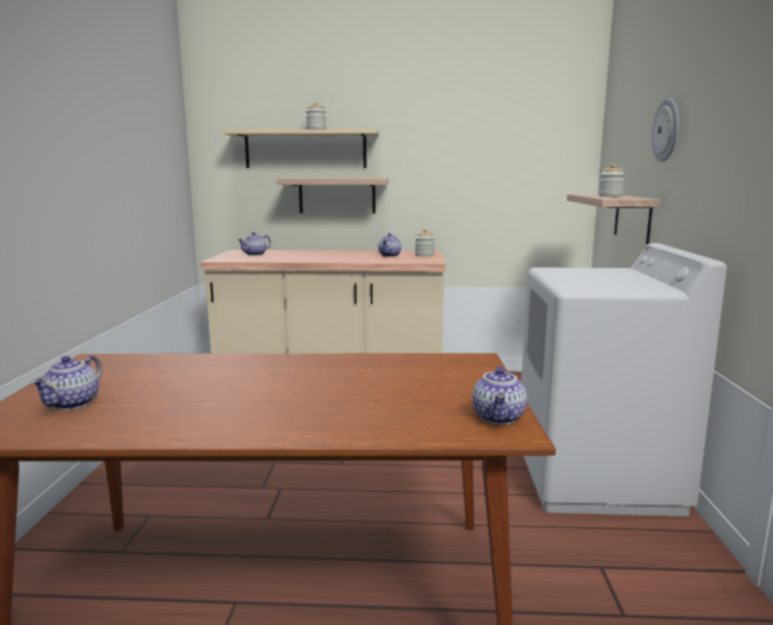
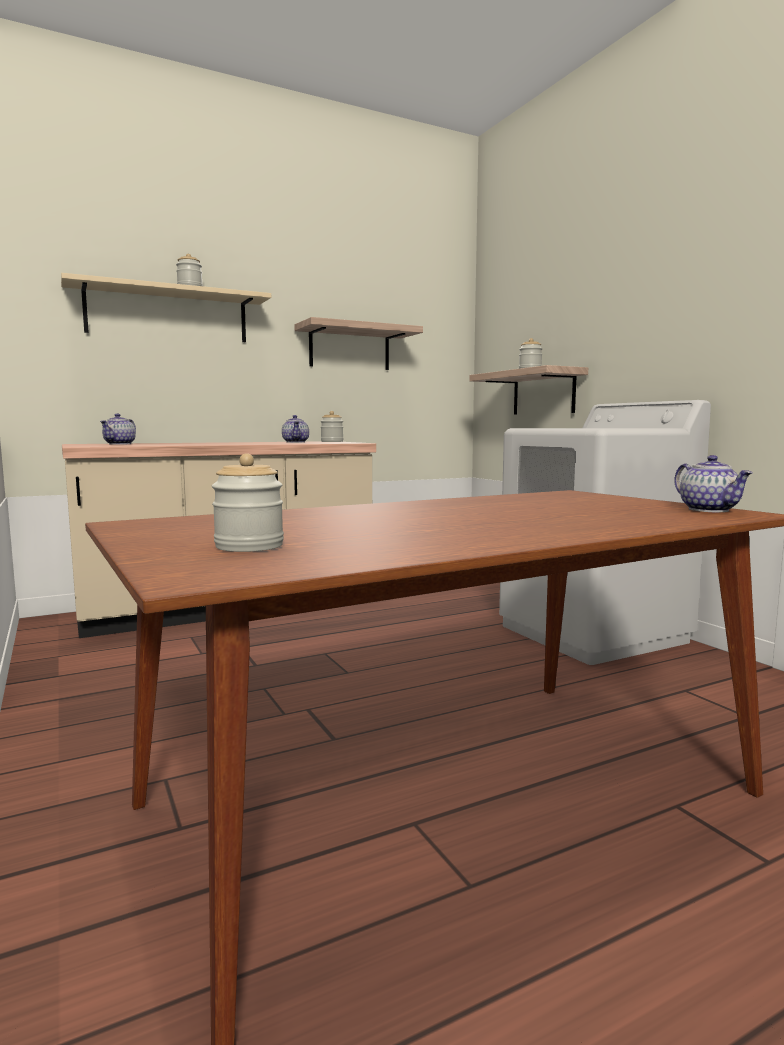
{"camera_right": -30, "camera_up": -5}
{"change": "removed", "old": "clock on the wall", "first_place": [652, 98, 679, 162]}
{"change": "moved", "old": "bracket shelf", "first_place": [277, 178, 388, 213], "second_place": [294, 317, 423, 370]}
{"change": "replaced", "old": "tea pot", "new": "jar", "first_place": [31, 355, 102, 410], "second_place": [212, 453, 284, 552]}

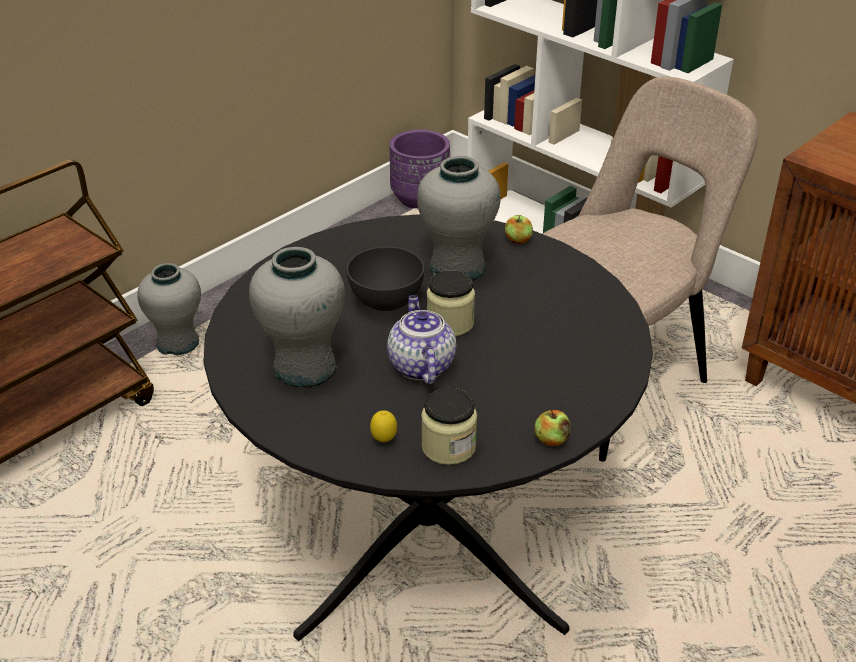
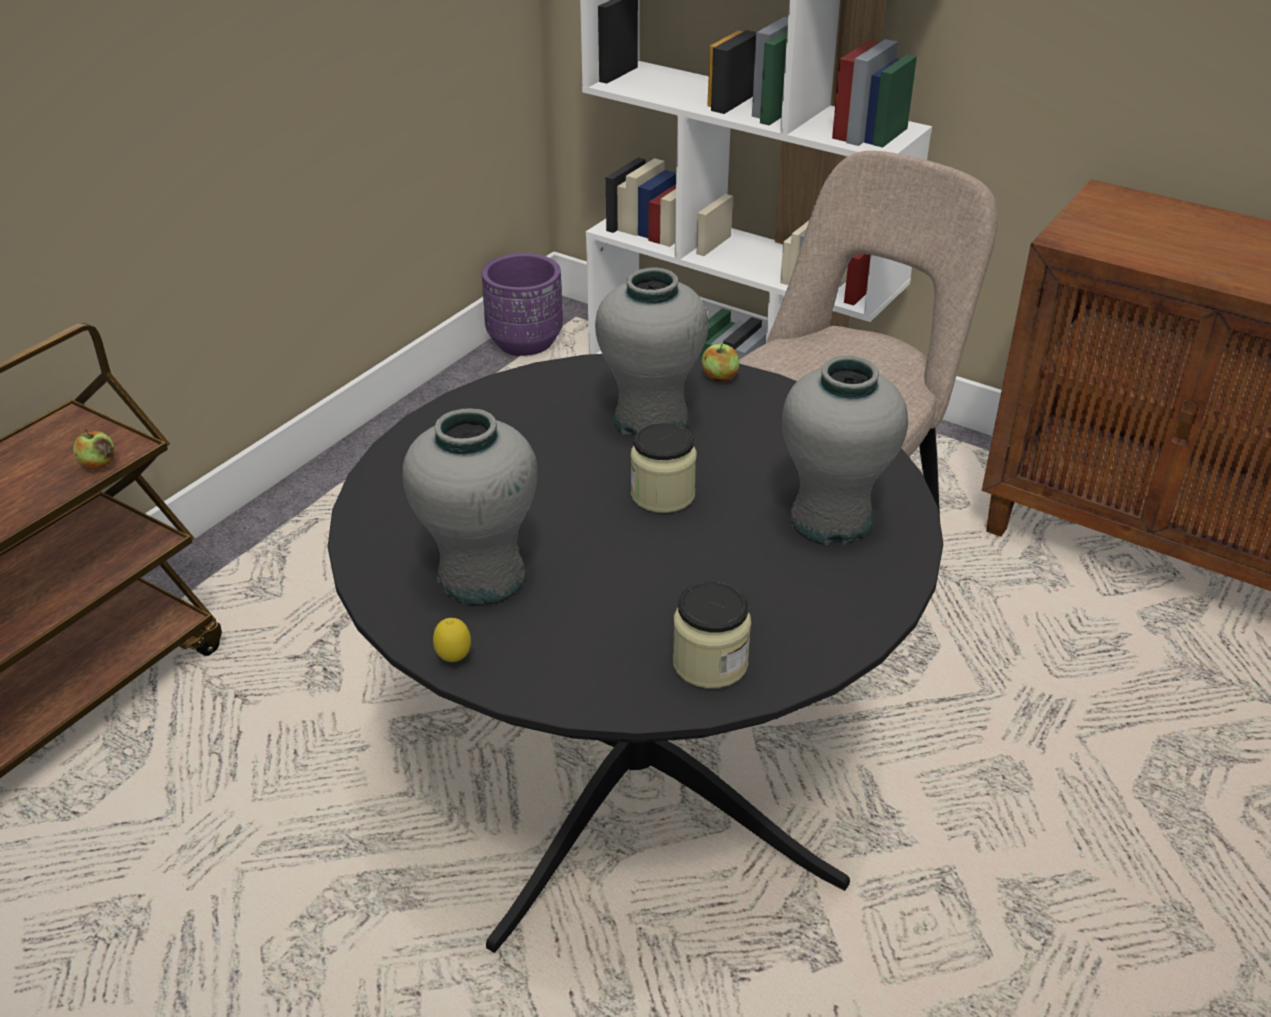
{"camera_right": -10, "camera_up": 0}
{"change": "removed", "old": "greyish deep dish", "first_place": [346, 246, 424, 311]}
{"change": "moved", "old": "greyish vase", "first_place": [137, 263, 201, 356], "second_place": [782, 356, 908, 545]}
{"change": "removed", "old": "tea pot", "first_place": [387, 295, 456, 384]}
{"change": "moved", "old": "apple fruit", "first_place": [535, 409, 571, 446], "second_place": [73, 429, 114, 470]}
{"change": "moved", "old": "whole lemon", "first_place": [370, 410, 397, 442], "second_place": [433, 618, 471, 662]}

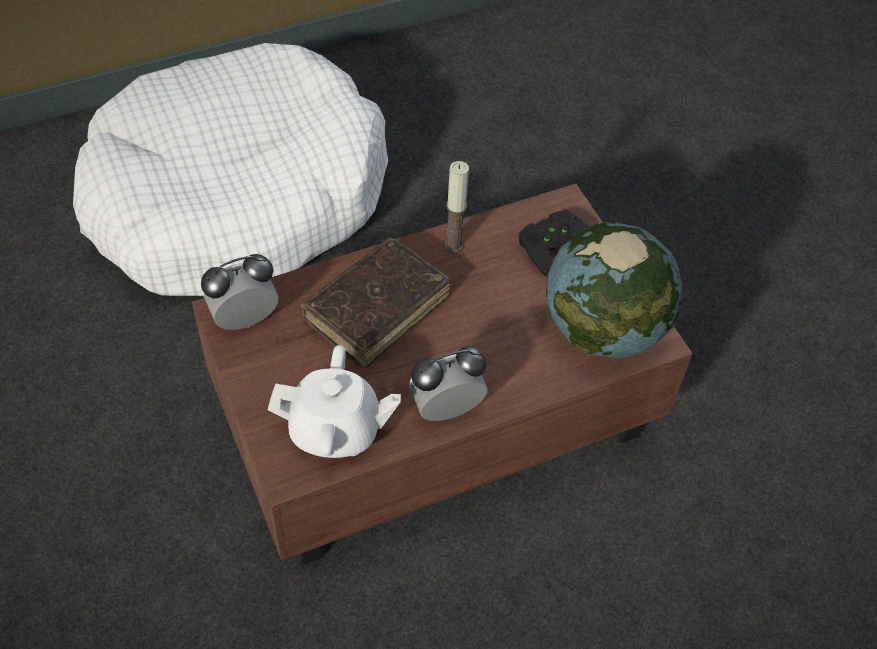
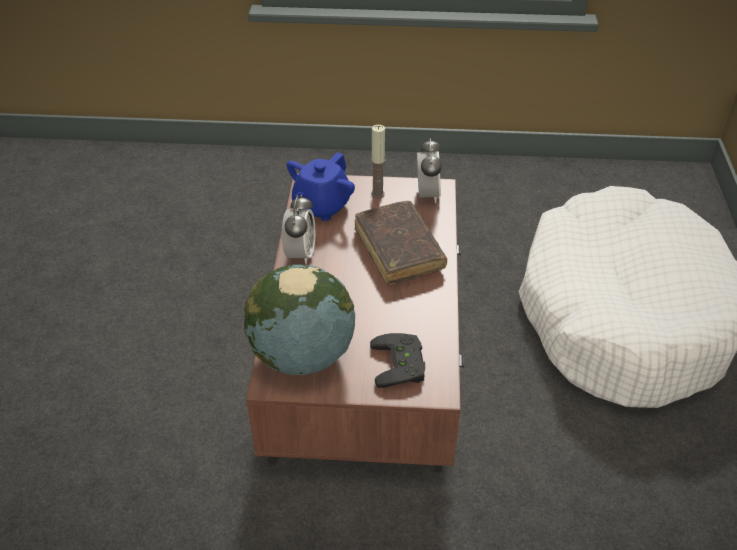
{"camera_right": 120, "camera_up": -10}
{"change": "moved", "old": "candle", "first_place": [444, 161, 469, 253], "second_place": [371, 125, 385, 198]}
{"change": "recoloured", "old": "white-coloured tea pot", "new": "bluish tea pot", "first_place": [268, 345, 401, 458], "second_place": [287, 152, 355, 221]}

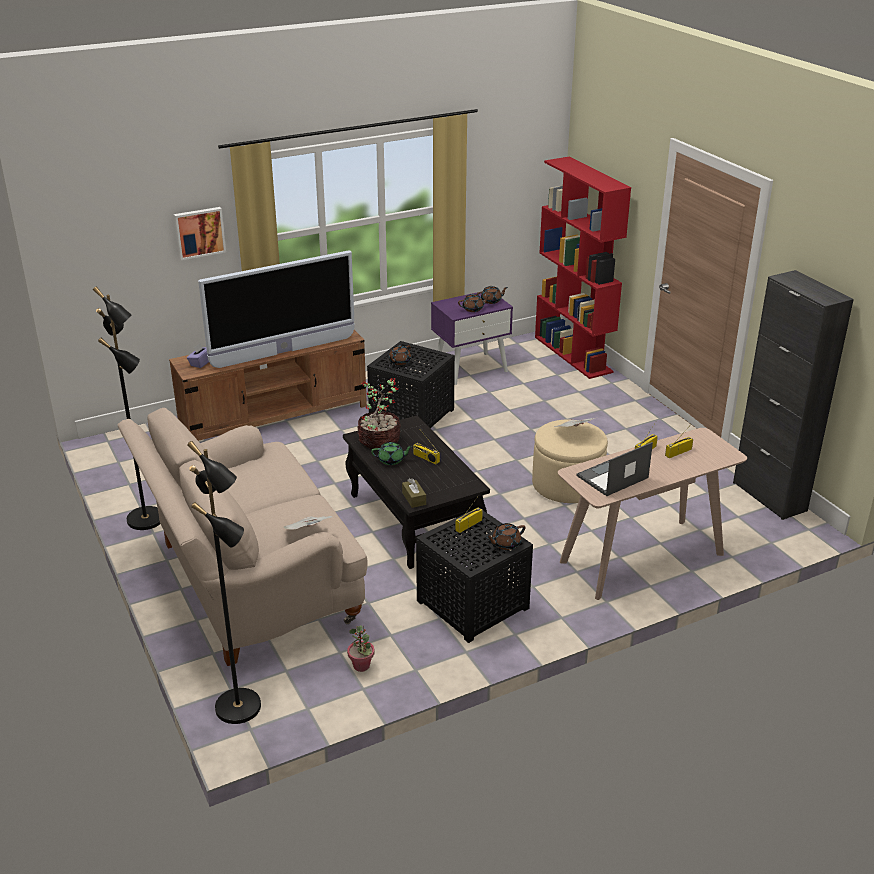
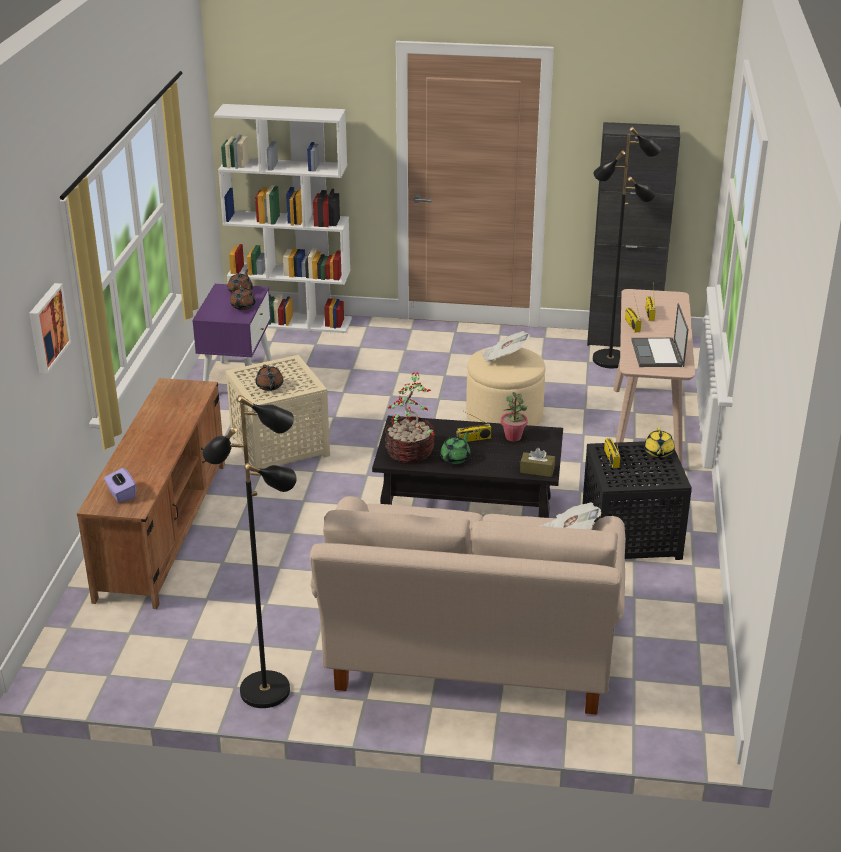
{"camera_right": -55, "camera_up": 0}
{"change": "recoloured", "old": "red-coloured bookcase", "new": "white-coloured bookcase", "first_place": [535, 157, 631, 379], "second_place": [214, 104, 352, 333]}
{"change": "removed", "old": "TV", "first_place": [198, 250, 355, 368]}
{"change": "recoloured", "old": "black end table", "new": "beige-coloured end table", "first_place": [367, 341, 455, 428], "second_place": [226, 355, 330, 469]}
{"change": "moved", "old": "black standing lamp", "first_place": [187, 441, 261, 724], "second_place": [593, 127, 661, 368]}
{"change": "recoloured", "old": "brown-coloured tea pot", "new": "yellowish tea pot", "first_place": [486, 523, 526, 550], "second_place": [644, 427, 675, 457]}
{"change": "moved", "old": "potted plant", "first_place": [347, 625, 375, 672], "second_place": [501, 392, 528, 441]}

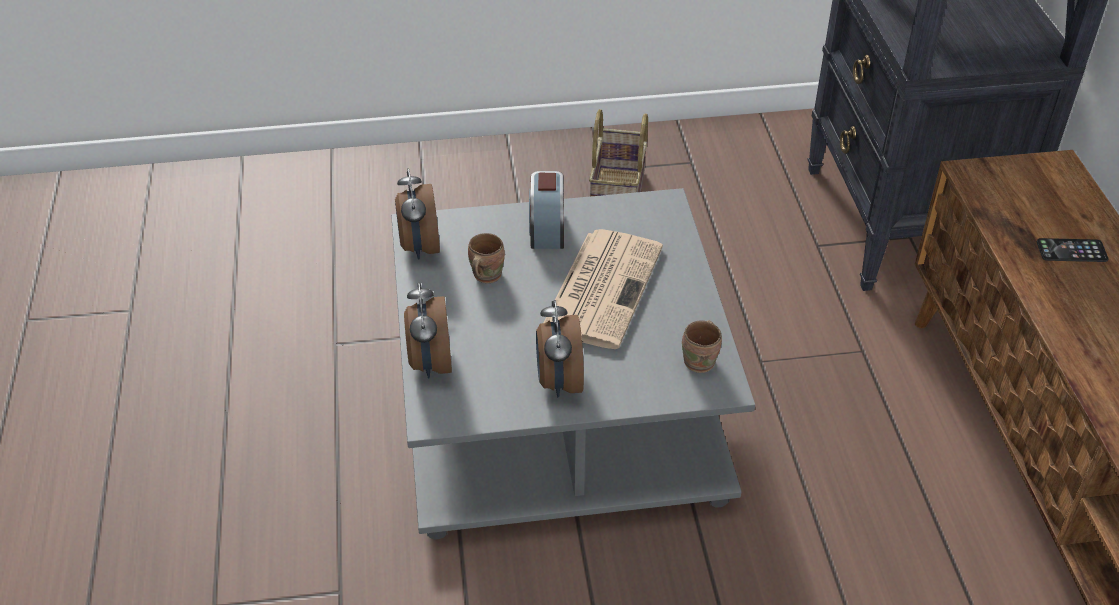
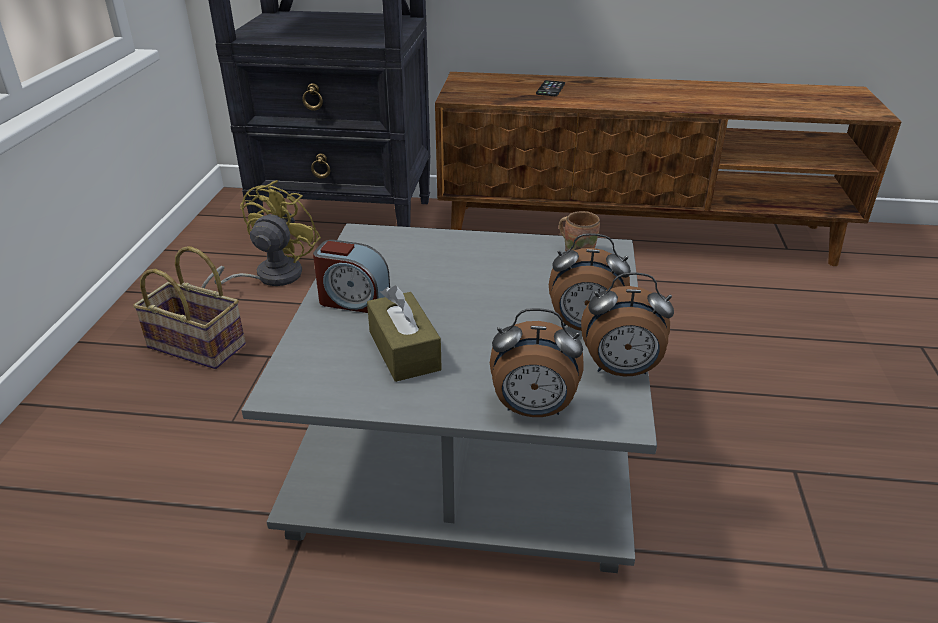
{"camera_right": -75, "camera_up": -10}
{"change": "moved", "old": "alarm clock", "first_place": [395, 168, 440, 260], "second_place": [581, 272, 674, 376]}
{"change": "removed", "old": "newspaper", "first_place": [543, 229, 663, 349]}
{"change": "replaced", "old": "brown-coloured mug", "new": "brown-coloured tissue holder", "first_place": [468, 233, 505, 283], "second_place": [367, 286, 442, 382]}
{"change": "added", "new": "yellowish electric fan", "second_place": [201, 180, 321, 288]}

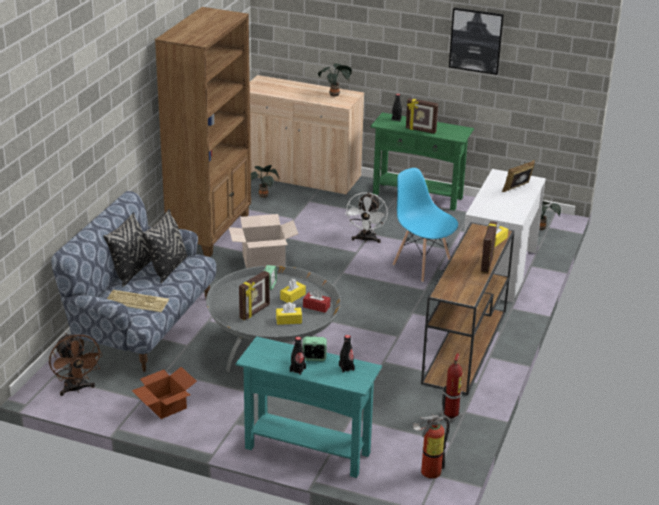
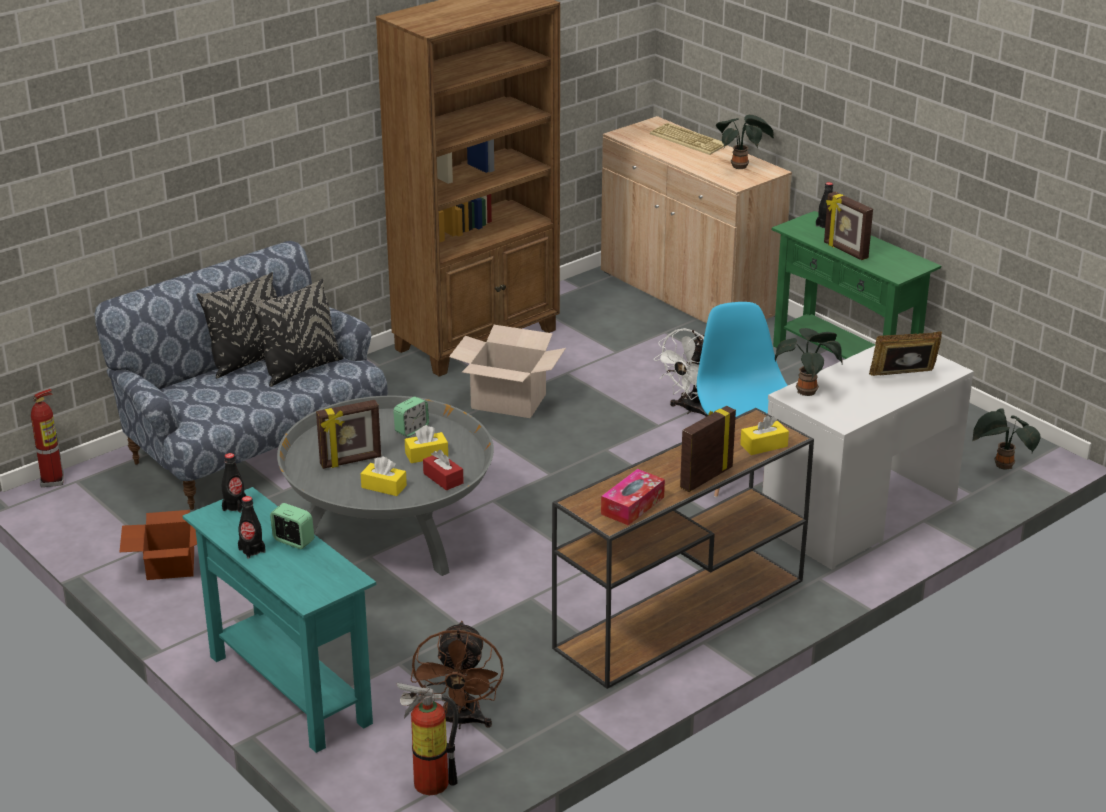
{"camera_right": 30, "camera_up": 0}
{"change": "removed", "old": "picture", "first_place": [449, 8, 504, 75]}
{"change": "moved", "old": "potted plant", "first_place": [251, 165, 279, 198], "second_place": [775, 328, 843, 396]}
{"change": "moved", "old": "computer keyboard", "first_place": [107, 290, 169, 312], "second_place": [650, 123, 727, 155]}
{"change": "moved", "old": "brown-coloured electric fan", "first_place": [49, 333, 103, 396], "second_place": [411, 621, 504, 729]}
{"change": "moved", "old": "black bottle", "first_place": [339, 335, 355, 373], "second_place": [222, 453, 246, 513]}
{"change": "moved", "old": "fire extinguisher", "first_place": [441, 353, 463, 422], "second_place": [31, 389, 64, 487]}
{"change": "added", "new": "tissue holder", "second_place": [601, 469, 665, 526]}

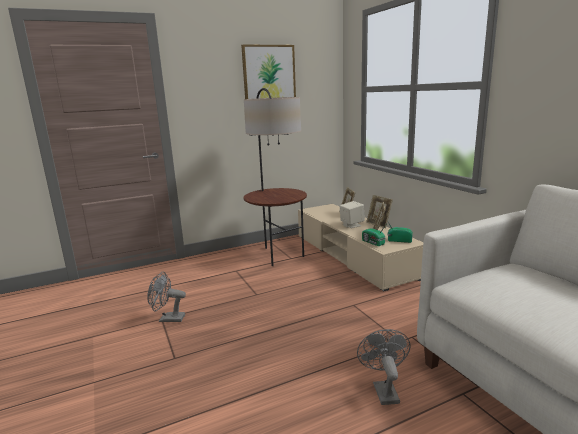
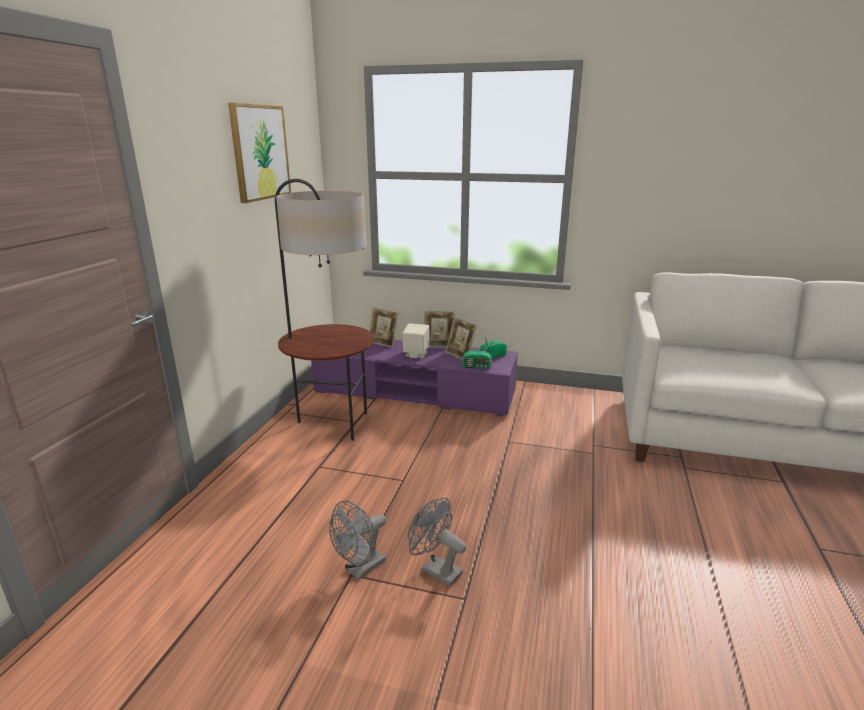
{"camera_right": -50, "camera_up": 5}
{"change": "recoloured", "old": "beige-coloured tv stand", "new": "purple tv stand", "first_place": [298, 204, 423, 291], "second_place": [311, 340, 518, 417]}
{"change": "moved", "old": "greyish electric fan", "first_place": [357, 329, 410, 405], "second_place": [408, 497, 466, 586]}

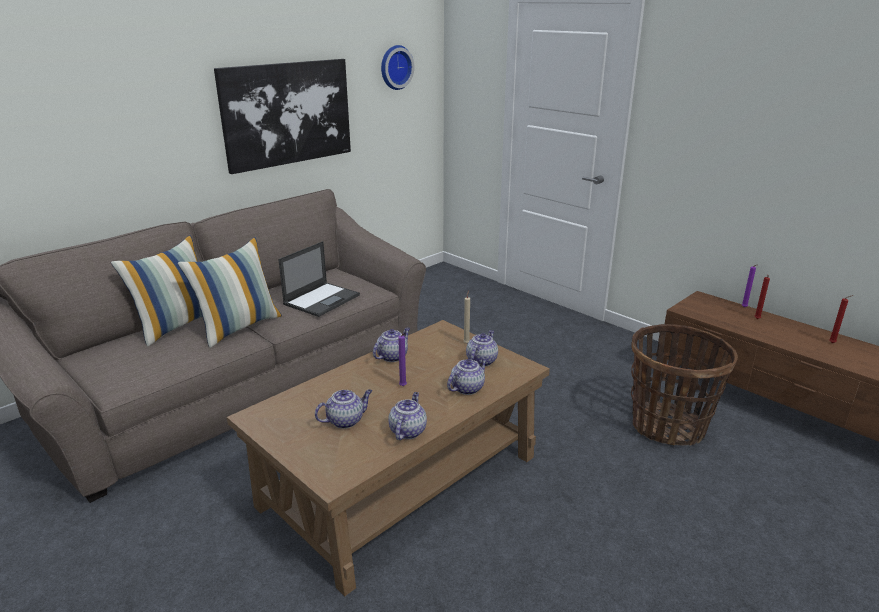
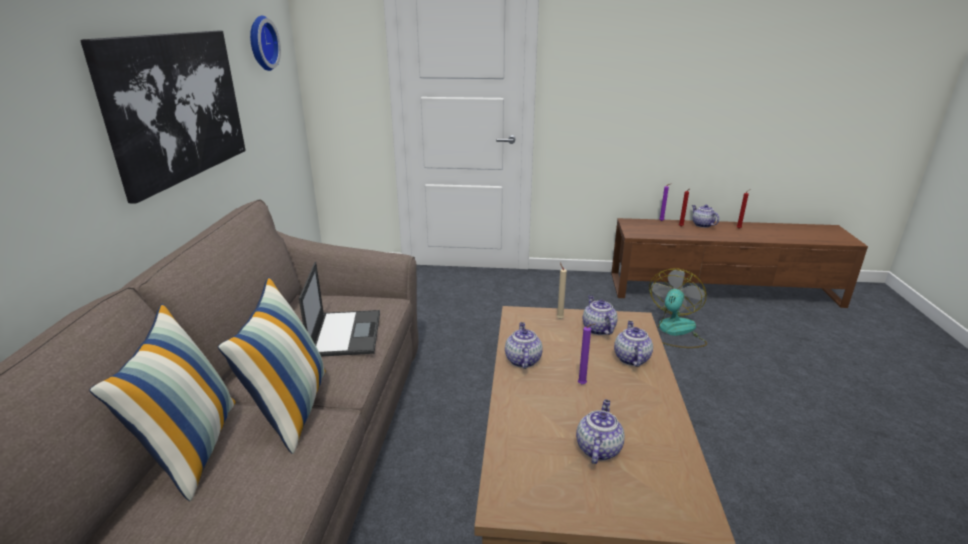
{"camera_right": -40, "camera_up": 0}
{"change": "replaced", "old": "basket", "new": "electric fan", "first_place": [631, 324, 738, 446], "second_place": [649, 268, 707, 348]}
{"change": "moved", "old": "tea pot", "first_place": [388, 392, 427, 440], "second_place": [692, 205, 719, 228]}

